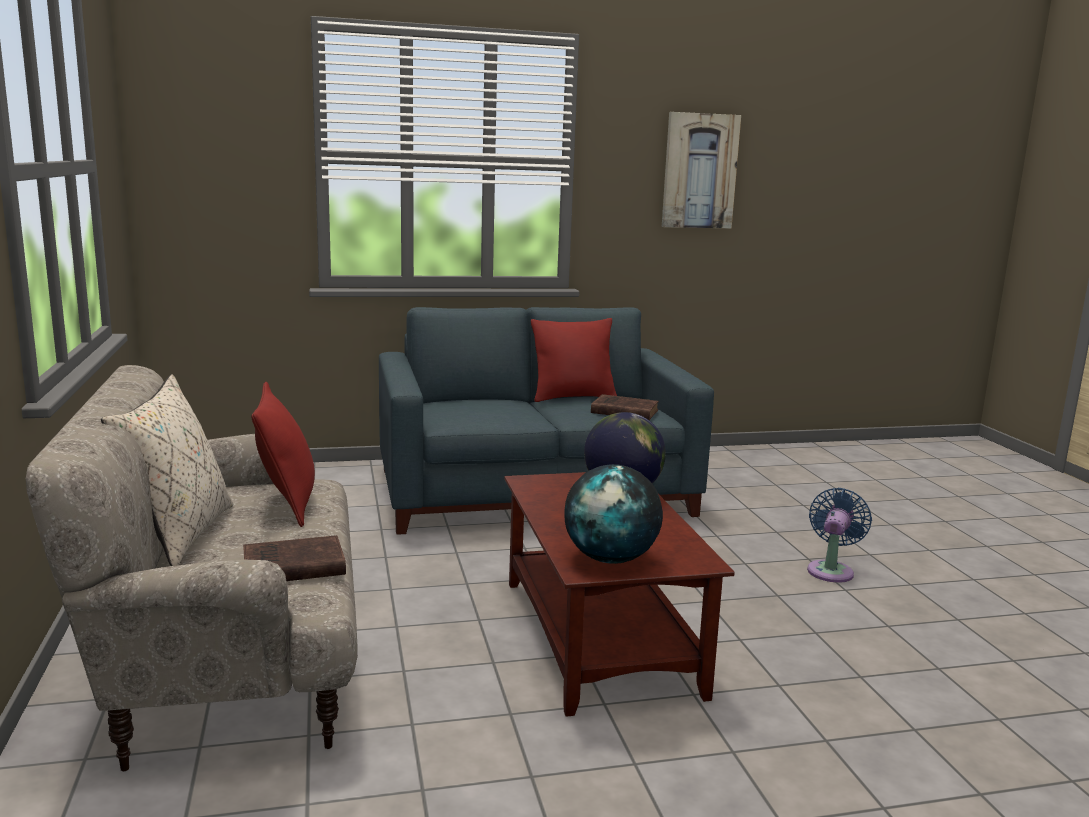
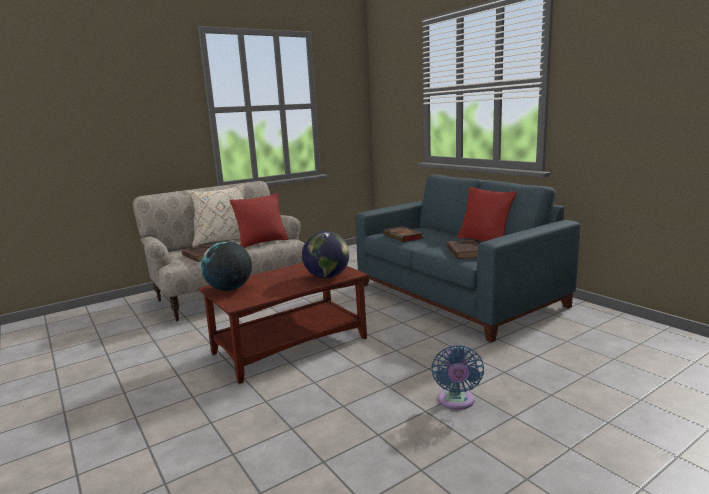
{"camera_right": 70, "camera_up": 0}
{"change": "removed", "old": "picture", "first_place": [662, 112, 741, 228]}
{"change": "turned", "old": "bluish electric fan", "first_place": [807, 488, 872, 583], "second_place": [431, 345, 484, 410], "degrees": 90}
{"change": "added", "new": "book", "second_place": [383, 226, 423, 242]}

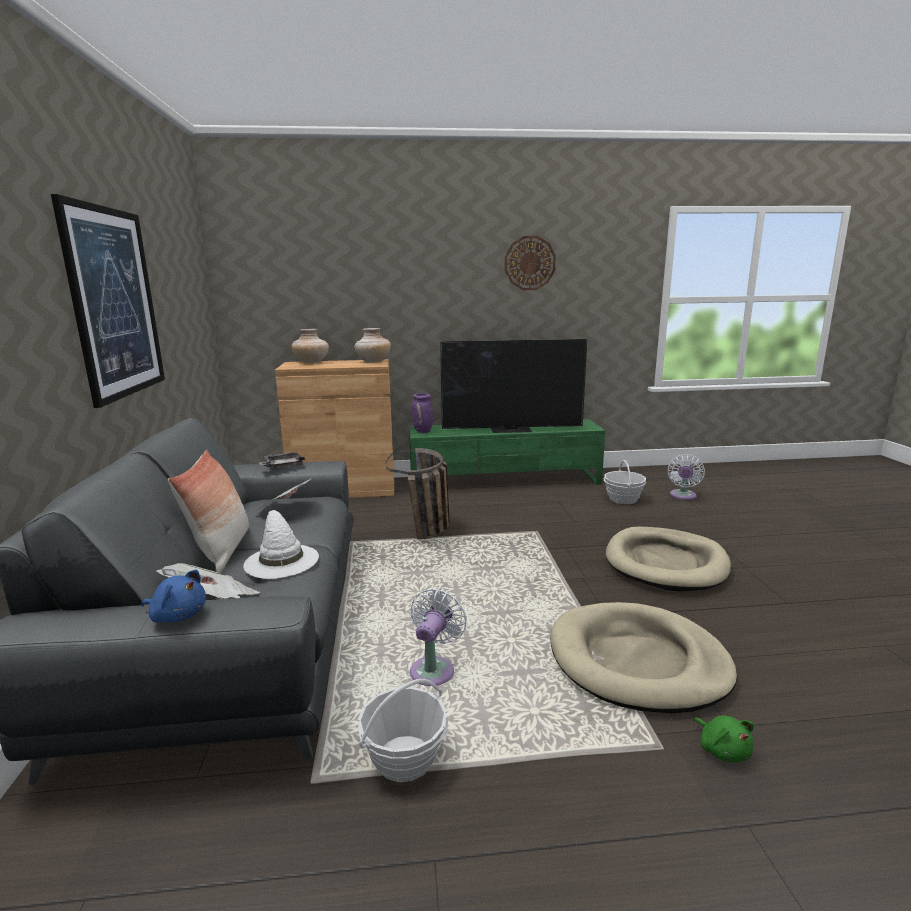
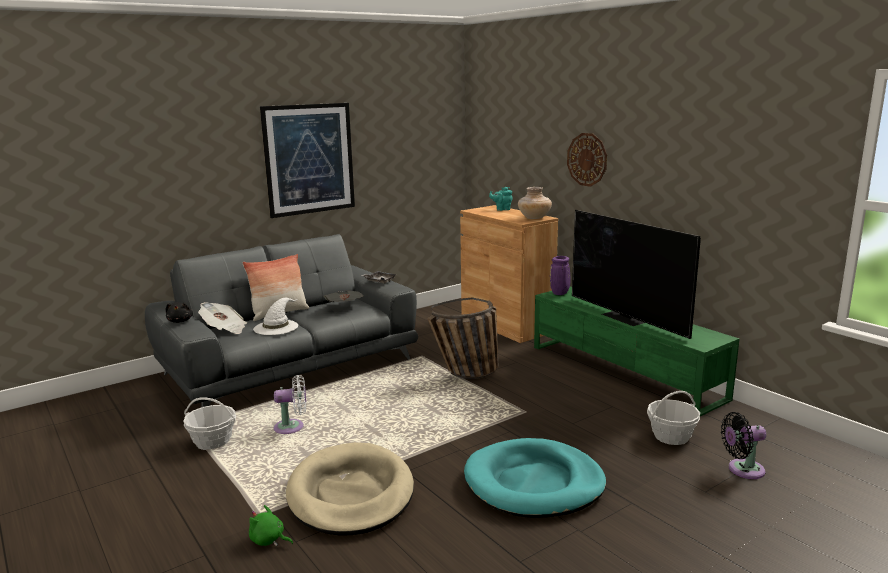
{"camera_right": 60, "camera_up": 0}
{"change": "moved", "old": "clock on the wall", "first_place": [505, 236, 556, 290], "second_place": [567, 133, 607, 187]}
{"change": "replaced", "old": "beige-coloured vase", "new": "blue-green tea pot", "first_place": [291, 329, 329, 363], "second_place": [489, 187, 513, 211]}
{"change": "recoloured", "old": "white-coloured electric fan", "new": "black electric fan", "first_place": [668, 454, 705, 500], "second_place": [721, 412, 767, 479]}
{"change": "recoloured", "old": "beige-coloured dog cushion", "new": "blue-green dog cushion", "first_place": [606, 527, 731, 591], "second_place": [464, 438, 606, 518]}
{"change": "recoloured", "old": "bluish soft toy", "new": "black soft toy", "first_place": [141, 570, 206, 623], "second_place": [165, 302, 193, 323]}
{"change": "turned", "old": "green-coloured soft toy", "first_place": [693, 715, 754, 762], "second_place": [249, 505, 293, 546], "degrees": 75}

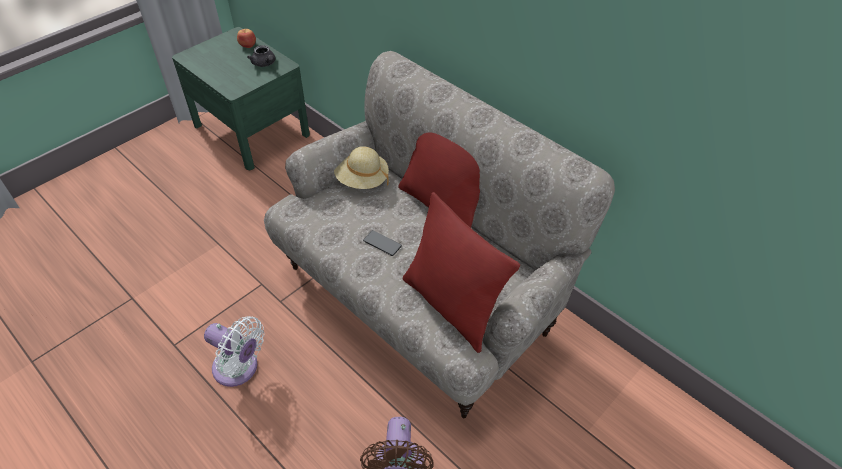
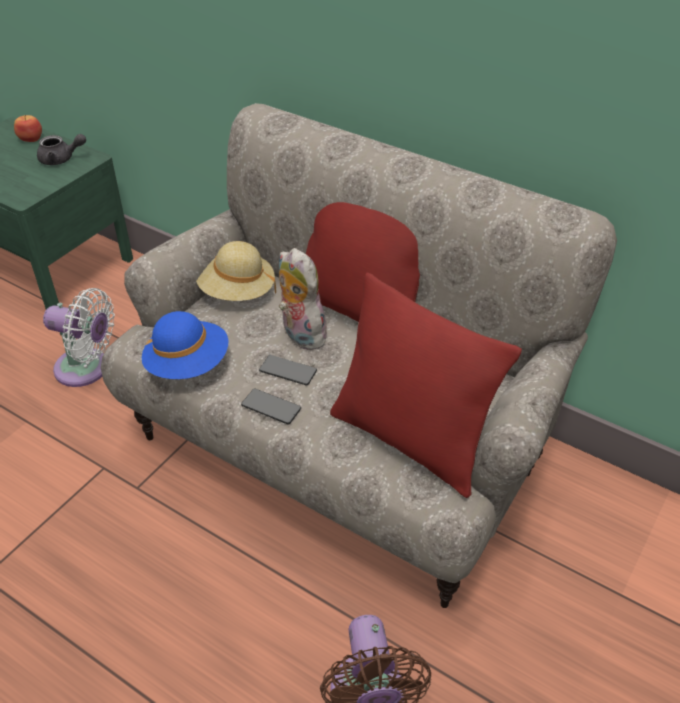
{"camera_right": -10, "camera_up": -5}
{"change": "turned", "old": "greyish tea pot", "first_place": [247, 45, 275, 67], "second_place": [37, 134, 86, 165], "degrees": -45}
{"change": "moved", "old": "white-coloured electric fan", "first_place": [204, 316, 264, 387], "second_place": [43, 288, 115, 387]}
{"change": "added", "new": "soft toy", "second_place": [279, 248, 329, 350]}
{"change": "added", "new": "bluish wearable hat", "second_place": [142, 311, 229, 379]}
{"change": "added", "new": "phone", "second_place": [241, 389, 301, 425]}

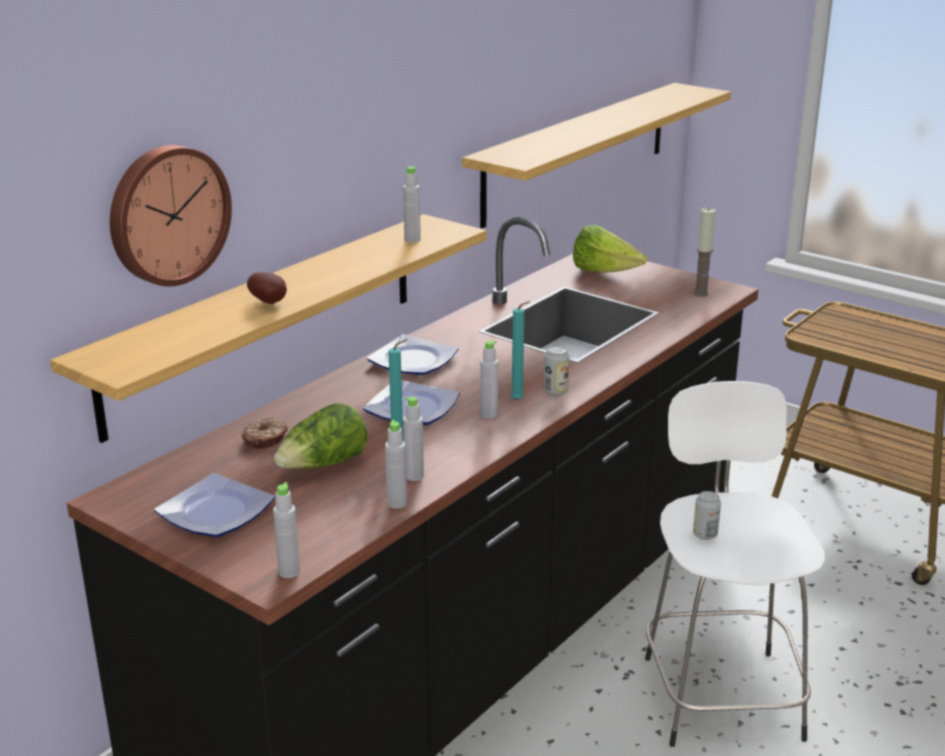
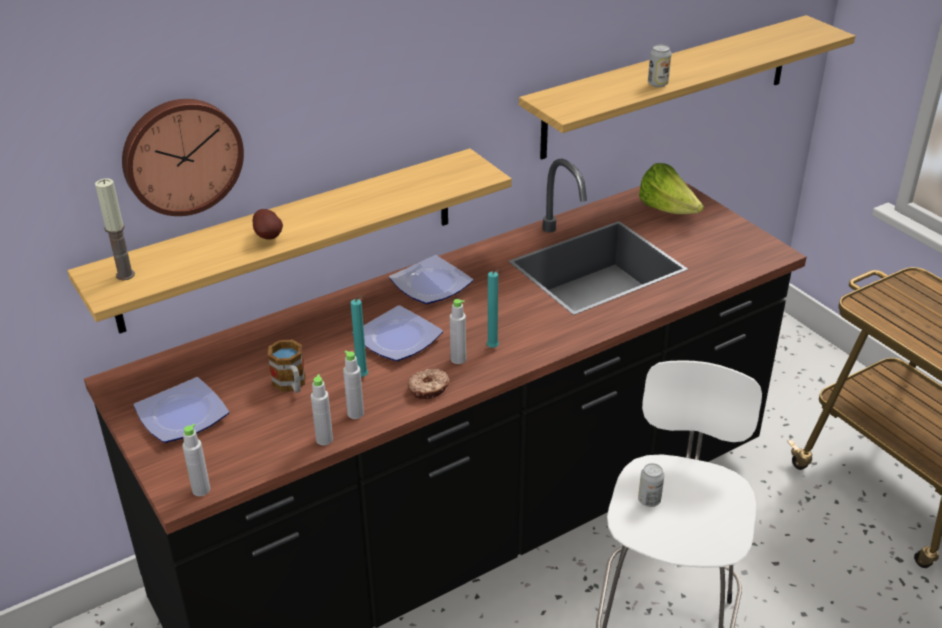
{"camera_right": 20, "camera_up": 10}
{"change": "removed", "old": "greyish bottle", "first_place": [403, 166, 421, 243]}
{"change": "moved", "old": "candle", "first_place": [693, 208, 716, 297], "second_place": [95, 178, 135, 280]}
{"change": "moved", "old": "can", "first_place": [544, 346, 570, 396], "second_place": [648, 45, 672, 87]}
{"change": "replaced", "old": "lettuce head", "new": "mug", "first_place": [274, 403, 367, 469], "second_place": [268, 340, 306, 393]}
{"change": "moved", "old": "ring doughnut", "first_place": [242, 418, 288, 448], "second_place": [408, 369, 450, 399]}

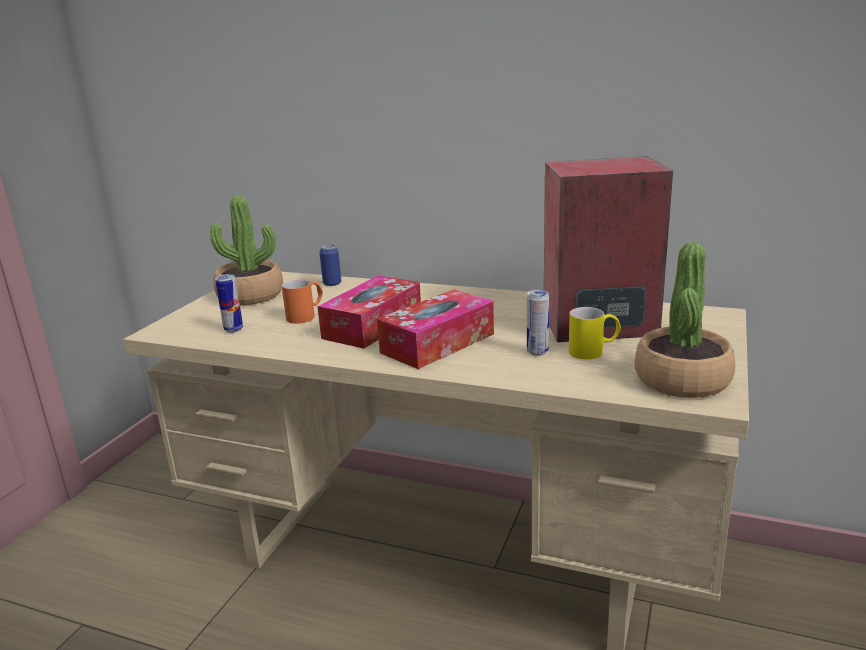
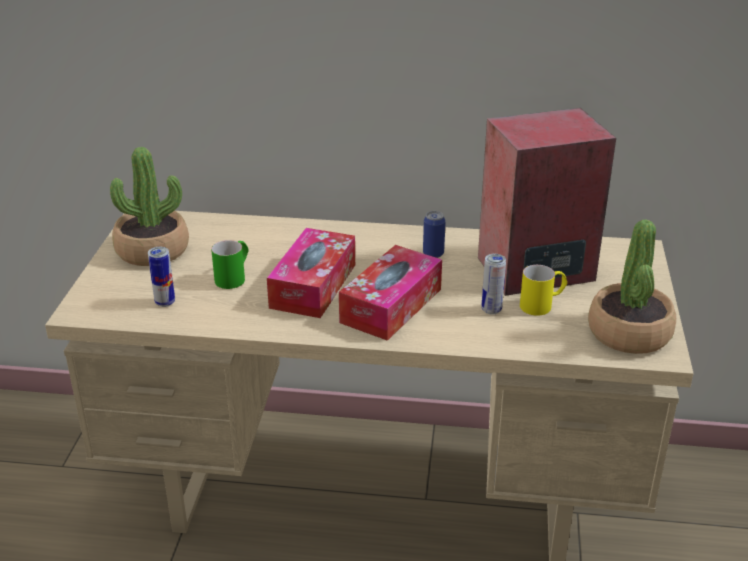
{"camera_right": -15, "camera_up": 10}
{"change": "moved", "old": "can", "first_place": [319, 244, 341, 286], "second_place": [423, 211, 446, 258]}
{"change": "recoloured", "old": "orange-coloured mug", "new": "green-coloured mug", "first_place": [282, 279, 323, 324], "second_place": [211, 240, 249, 289]}

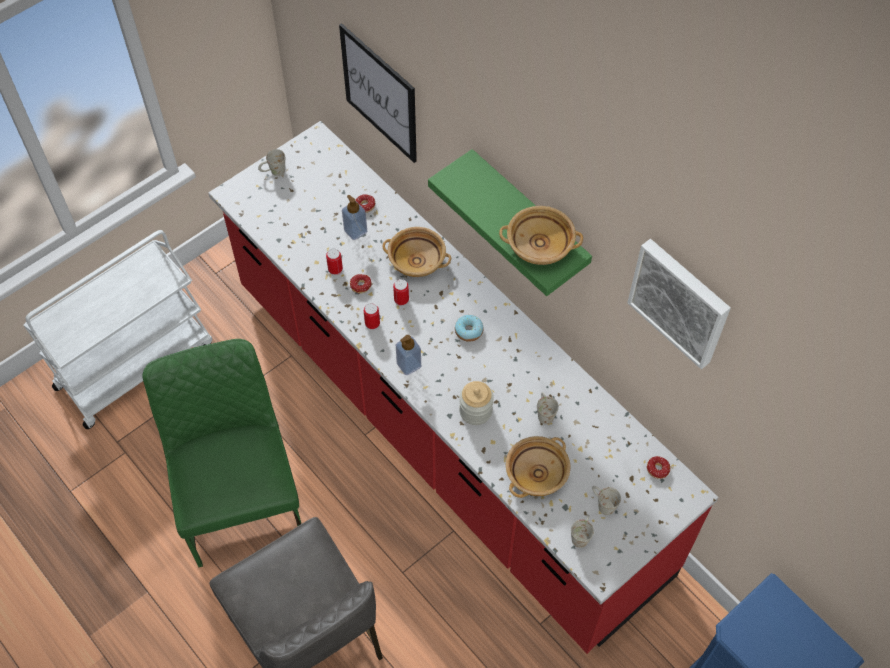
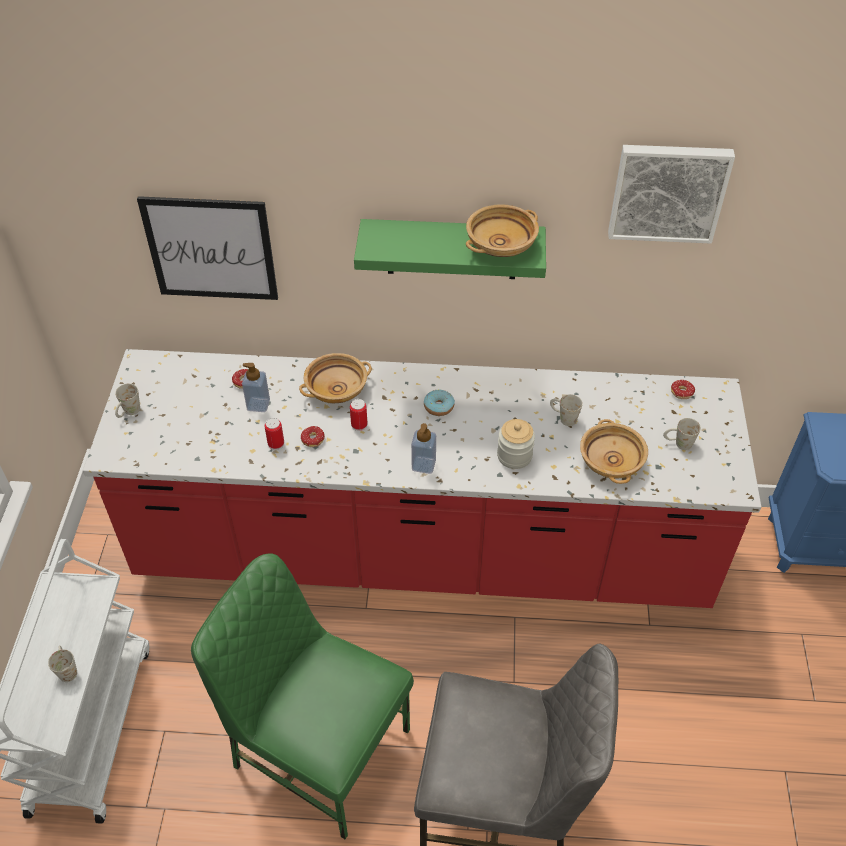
{"camera_right": -45, "camera_up": -10}
{"change": "removed", "old": "can", "first_place": [364, 303, 380, 330]}
{"change": "moved", "old": "white-coloured mug", "first_place": [571, 515, 594, 548], "second_place": [48, 645, 77, 682]}

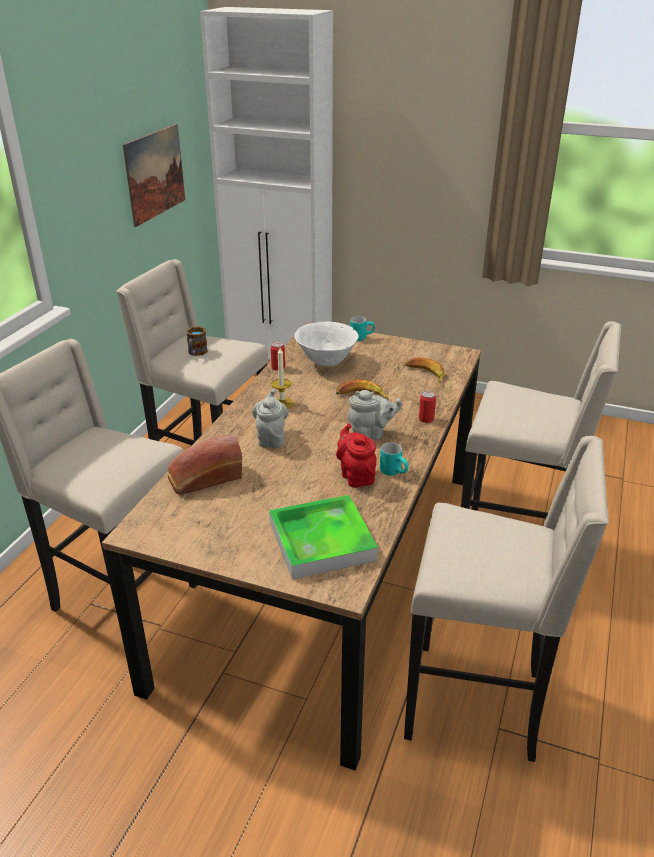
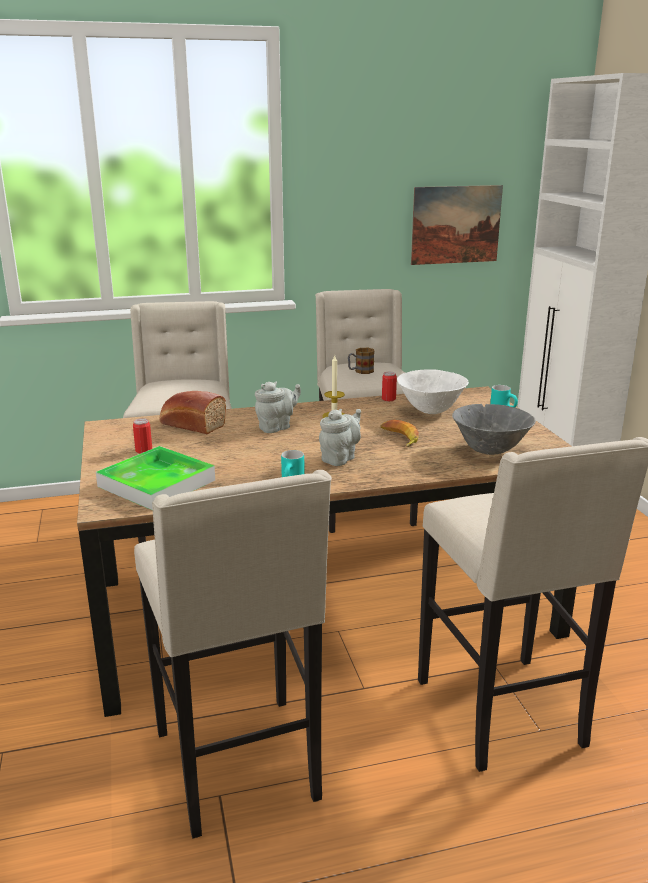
{"camera_right": 55, "camera_up": -10}
{"change": "replaced", "old": "banana", "new": "greyish deep dish", "first_place": [405, 358, 445, 383], "second_place": [452, 404, 536, 455]}
{"change": "turned", "old": "greyish tea pot", "first_place": [347, 390, 402, 440], "second_place": [319, 409, 361, 466], "degrees": -105}
{"change": "moved", "old": "can", "first_place": [419, 391, 436, 423], "second_place": [133, 418, 152, 454]}
{"change": "removed", "old": "red-coloured tea pot", "first_place": [336, 424, 377, 487]}

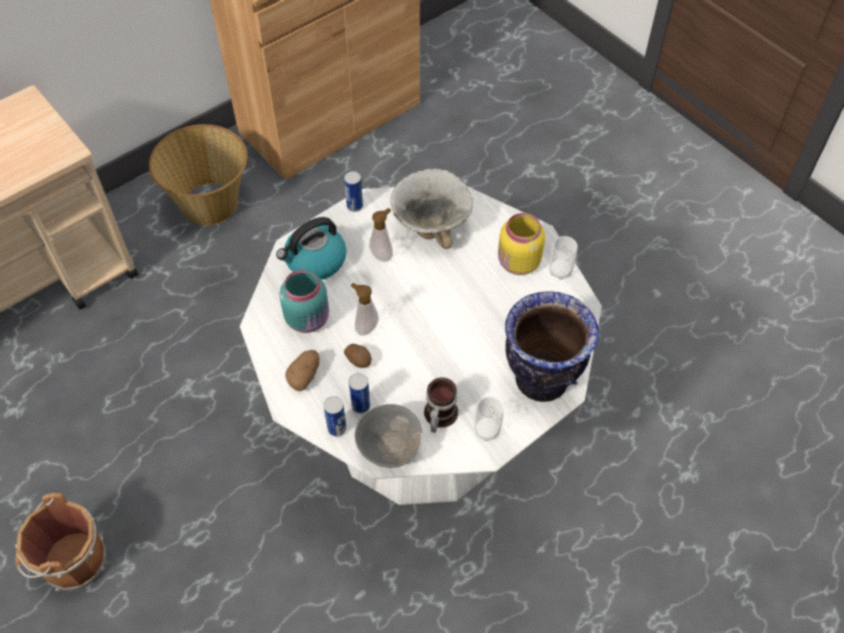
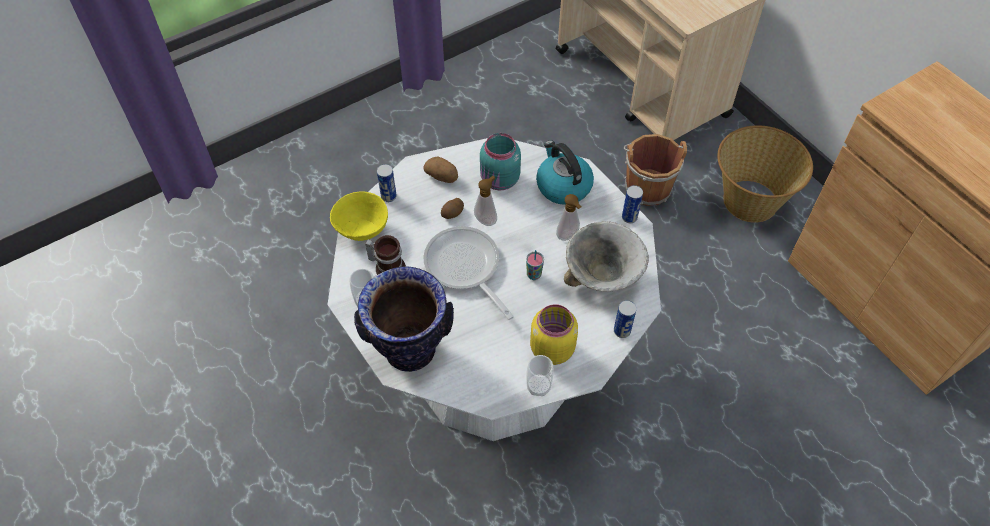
{"camera_right": 95, "camera_up": 0}
{"change": "moved", "old": "can", "first_place": [349, 373, 370, 414], "second_place": [614, 300, 637, 338]}
{"change": "recoloured", "old": "greyish deep dish", "new": "yellowish deep dish", "first_place": [355, 404, 422, 468], "second_place": [330, 191, 388, 241]}
{"change": "moved", "old": "brown-coloured bucket", "first_place": [15, 493, 106, 591], "second_place": [624, 134, 687, 206]}
{"change": "added", "new": "pan", "second_place": [423, 226, 514, 320]}
{"change": "added", "new": "small cup", "second_place": [526, 250, 544, 280]}

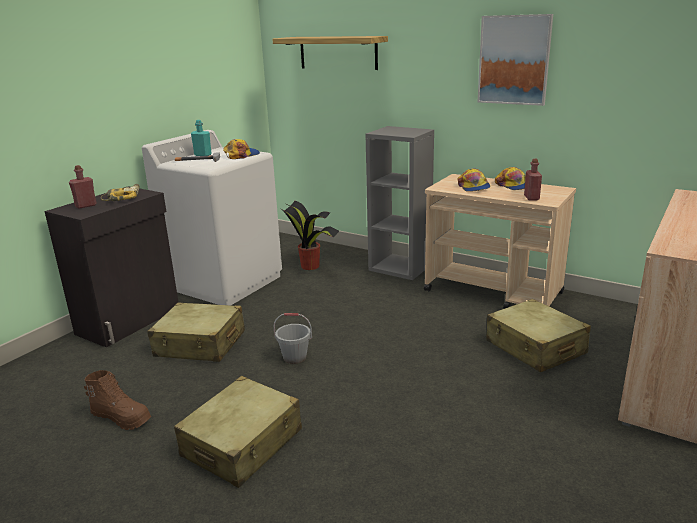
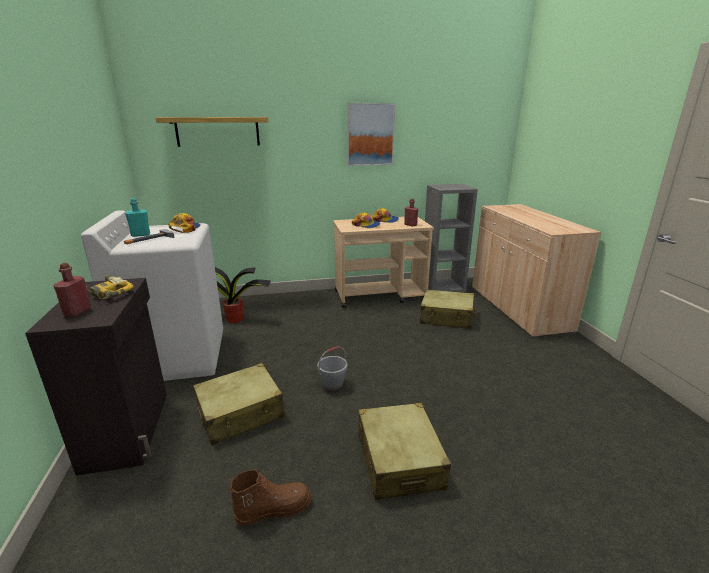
{"camera_right": -45, "camera_up": 0}
{"change": "moved", "old": "greyish bookcase", "first_place": [365, 126, 434, 280], "second_place": [425, 184, 478, 292]}

